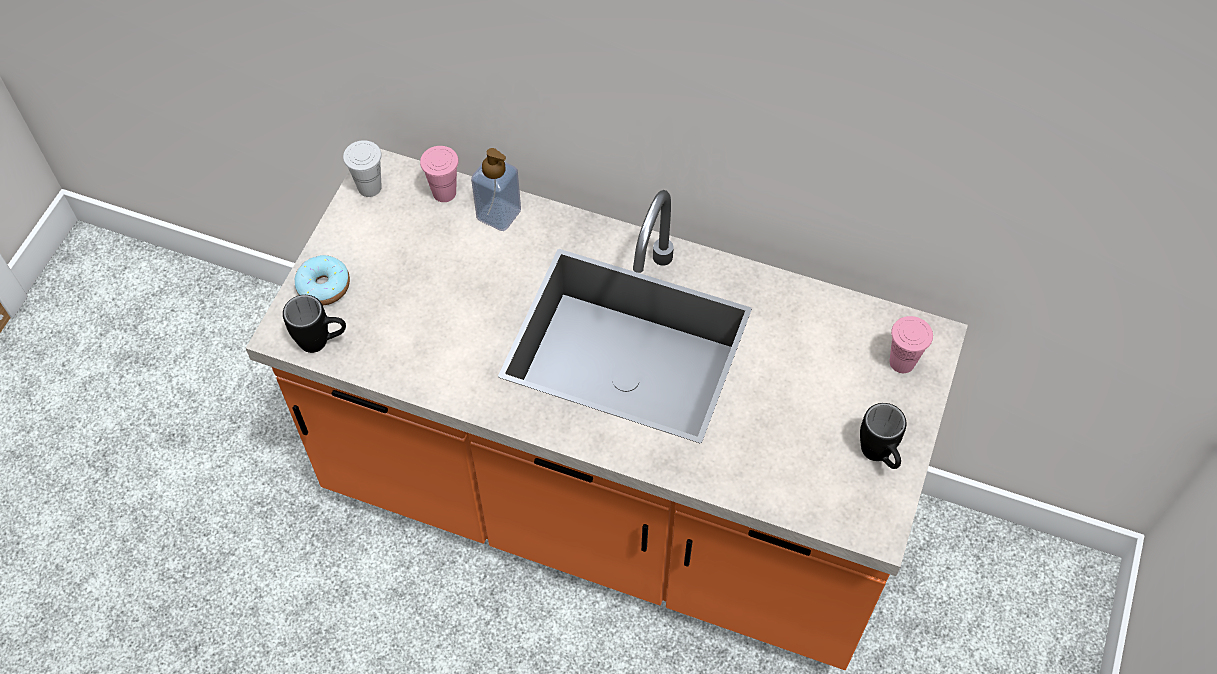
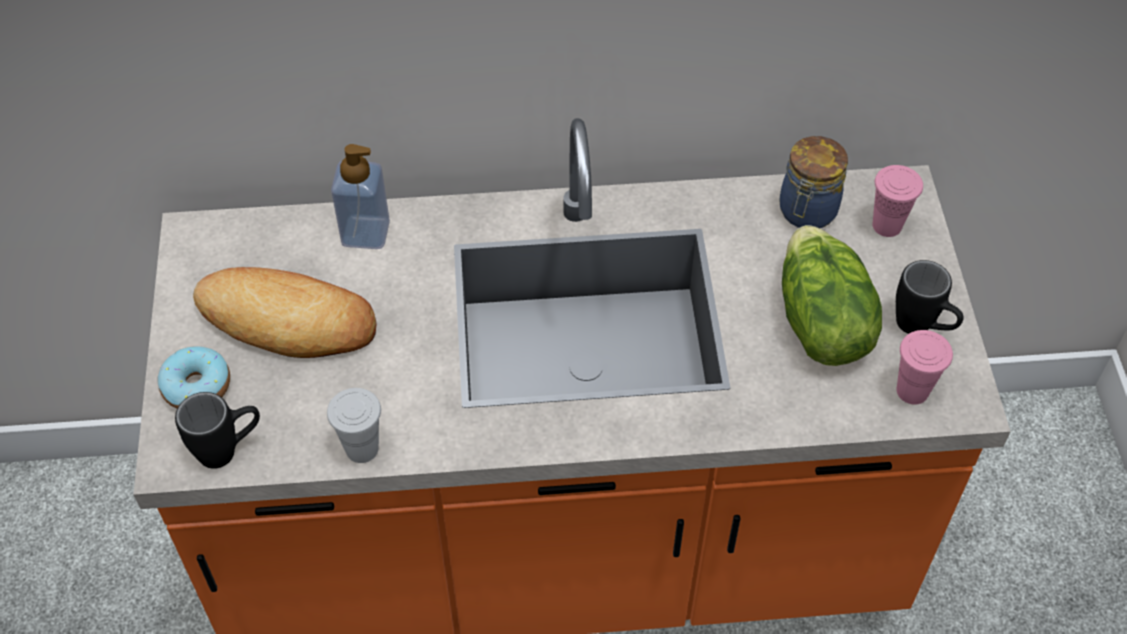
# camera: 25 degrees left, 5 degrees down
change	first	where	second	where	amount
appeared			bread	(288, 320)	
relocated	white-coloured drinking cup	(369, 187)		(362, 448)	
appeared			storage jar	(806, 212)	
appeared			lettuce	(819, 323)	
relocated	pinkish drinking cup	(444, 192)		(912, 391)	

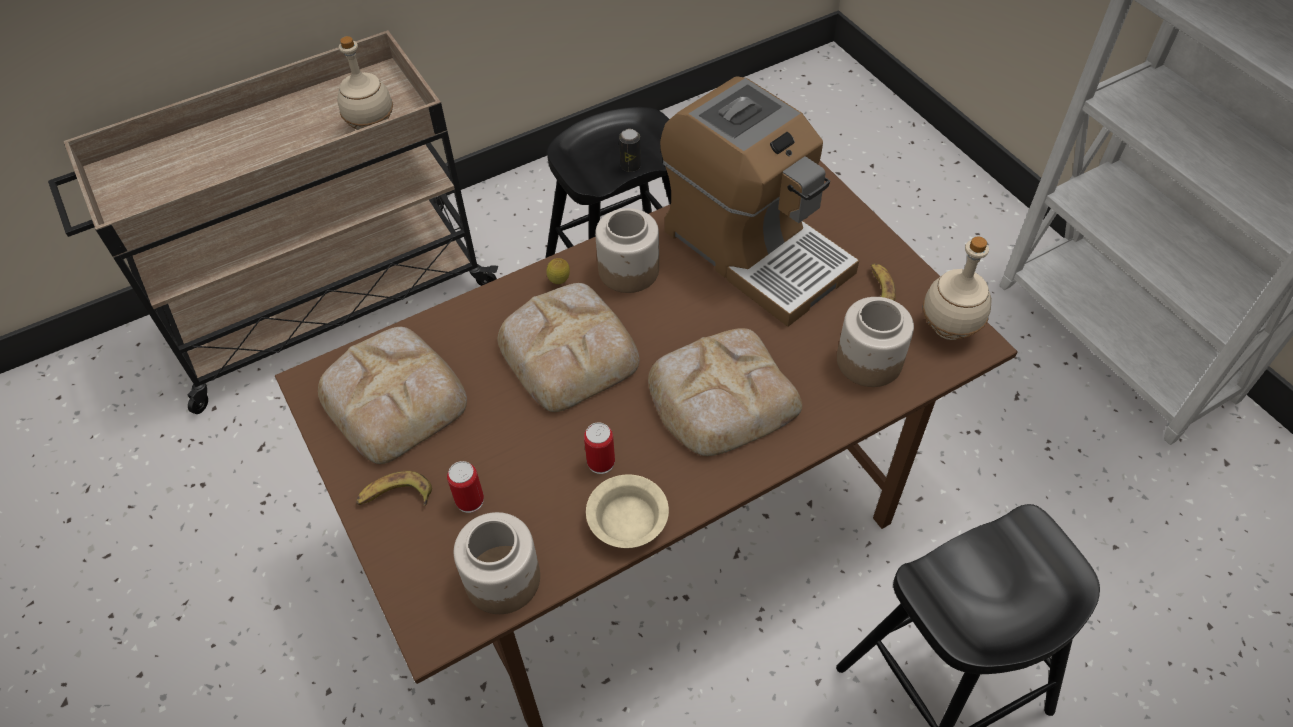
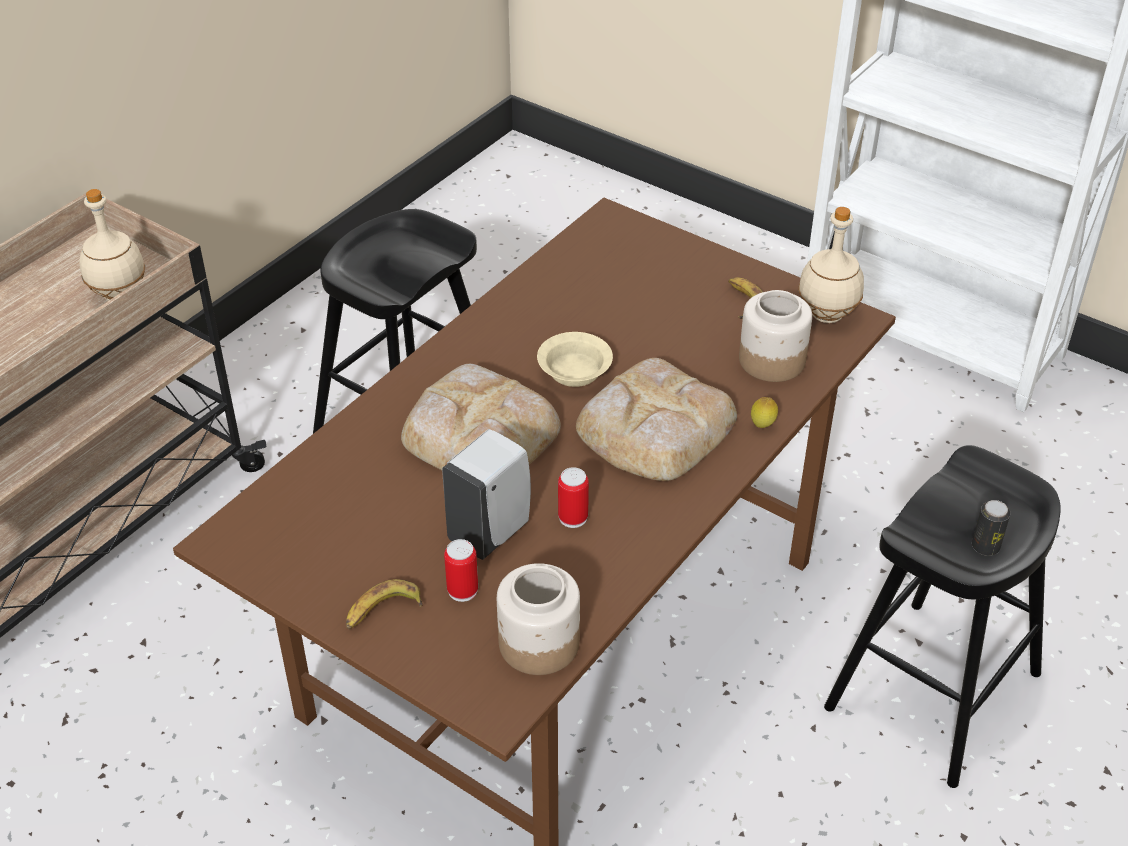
# camera: 25 degrees left, 10 degrees down
change	first	where	second	where	amount
appeared			white-coloured soap dispenser	(491, 531)	
relocated	beige-coloured serving bowl	(626, 521)		(573, 372)	
relocated	lemon	(559, 282)		(762, 426)	
relocated	sealed can	(630, 166)		(985, 546)	
missing	bread	(394, 397)			
missing	storage jar	(629, 270)			
missing	coffee maker	(754, 249)			

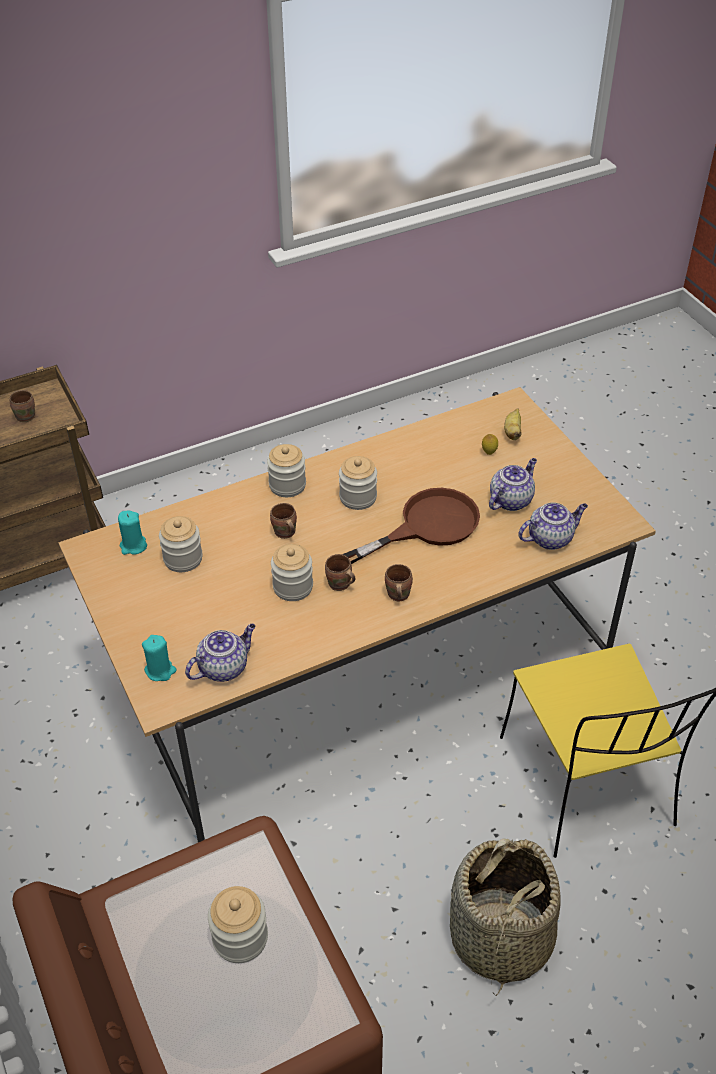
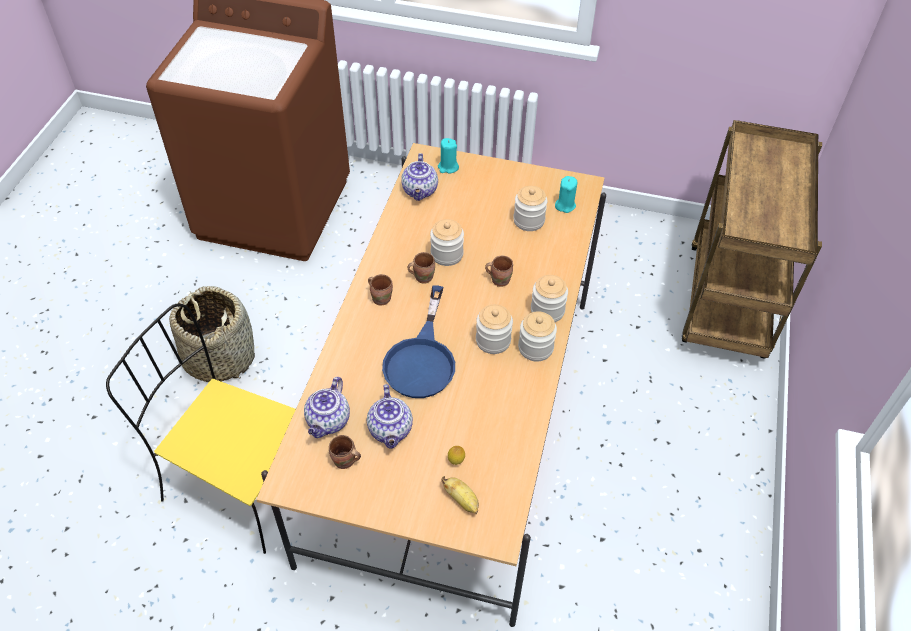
# camera: 130 degrees right, 5 degrees up
change	first	where	second	where	amount
relocated	brown-coloured tea mug	(26, 416)		(345, 462)	
colour	brown-coloured skillet	(427, 526)	blue skillet	(422, 358)	
relocated	storage jar	(240, 938)		(535, 348)	

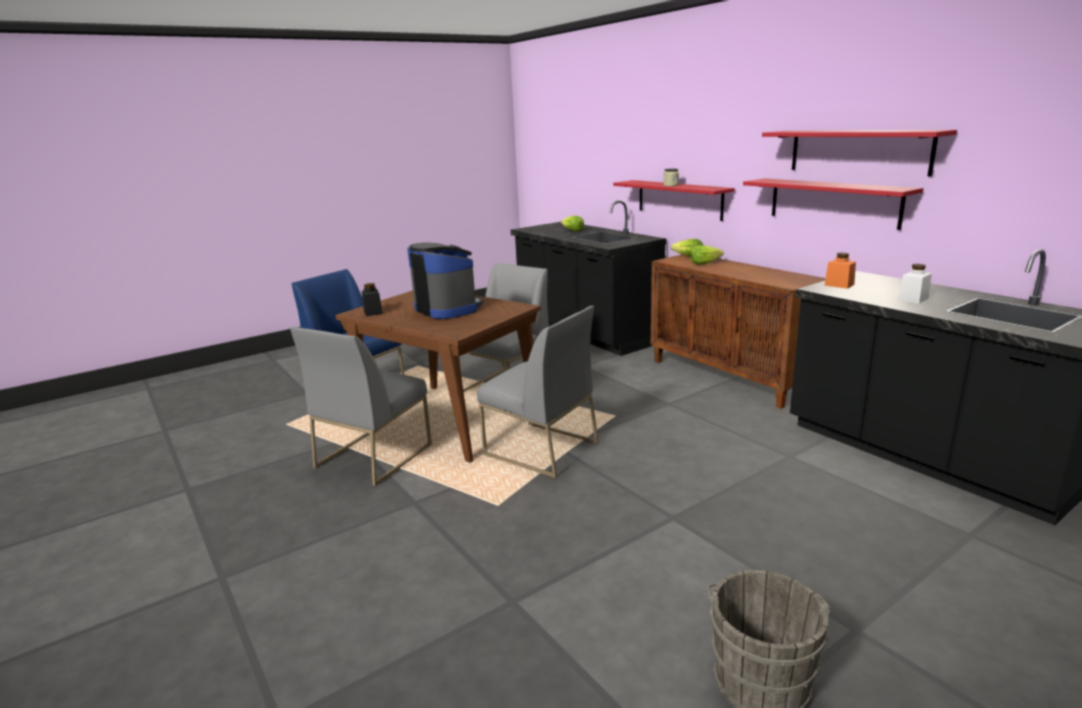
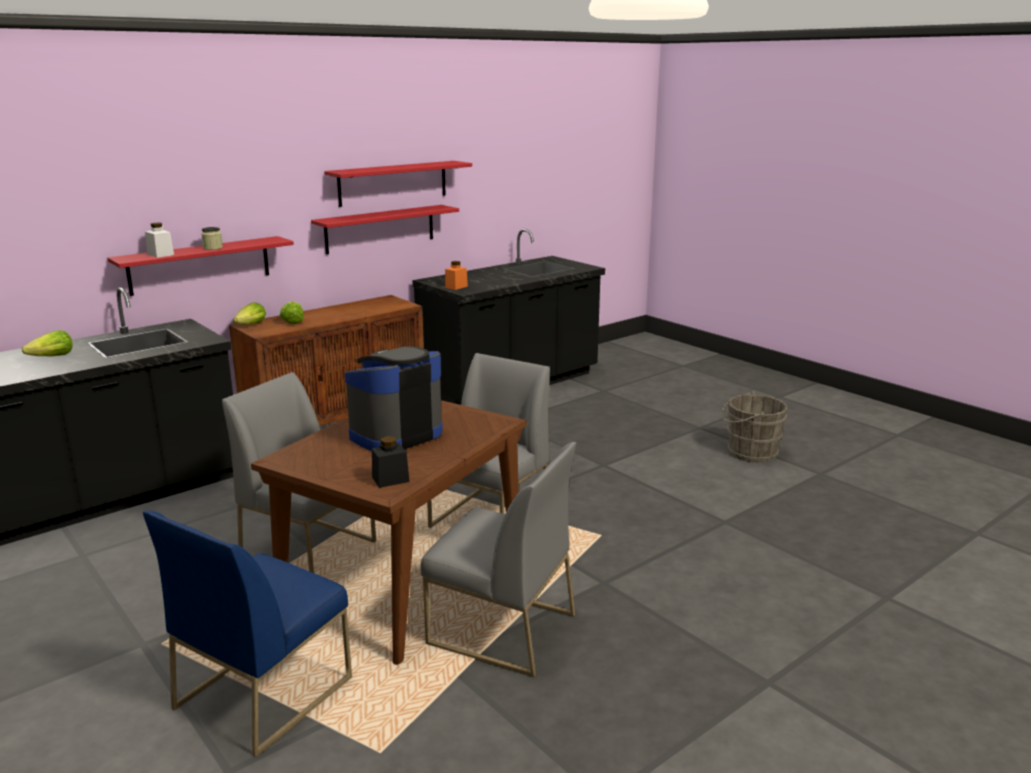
# camera: 95 degrees left, 0 degrees up
change	first	where	second	where	amount
relocated	white-coloured storage jar	(913, 299)		(160, 254)	

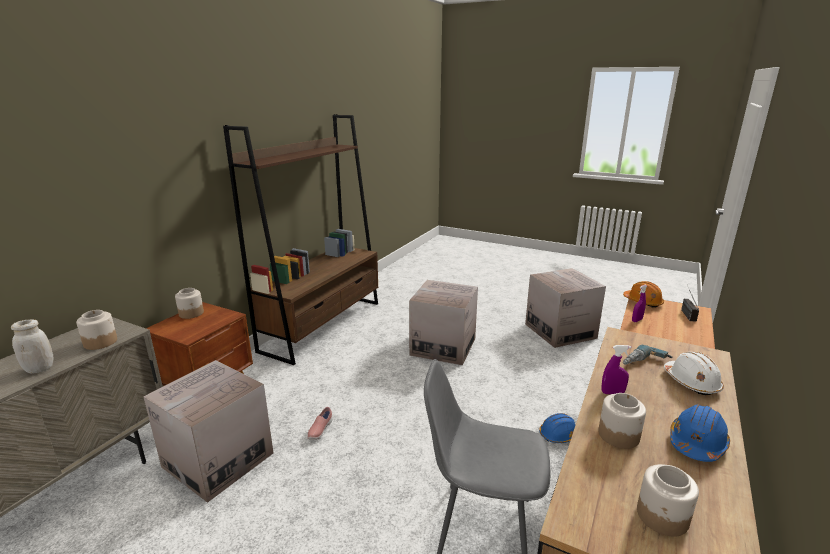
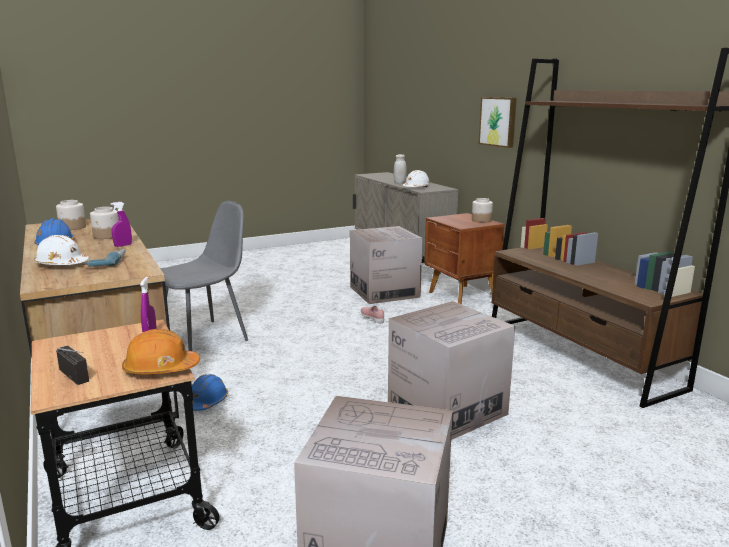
# camera: 125 degrees right, 5 degrees down
change	first	where	second	where	amount
exchanged	storage jar	(100, 342)	white-coloured hard hat	(416, 187)	
appeared			wall art	(499, 121)	

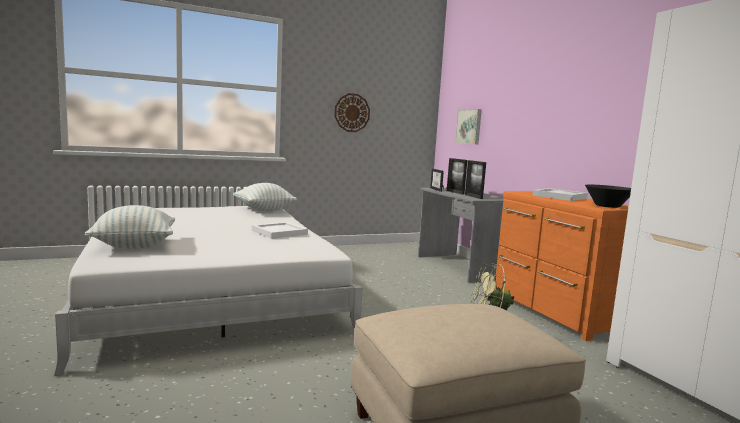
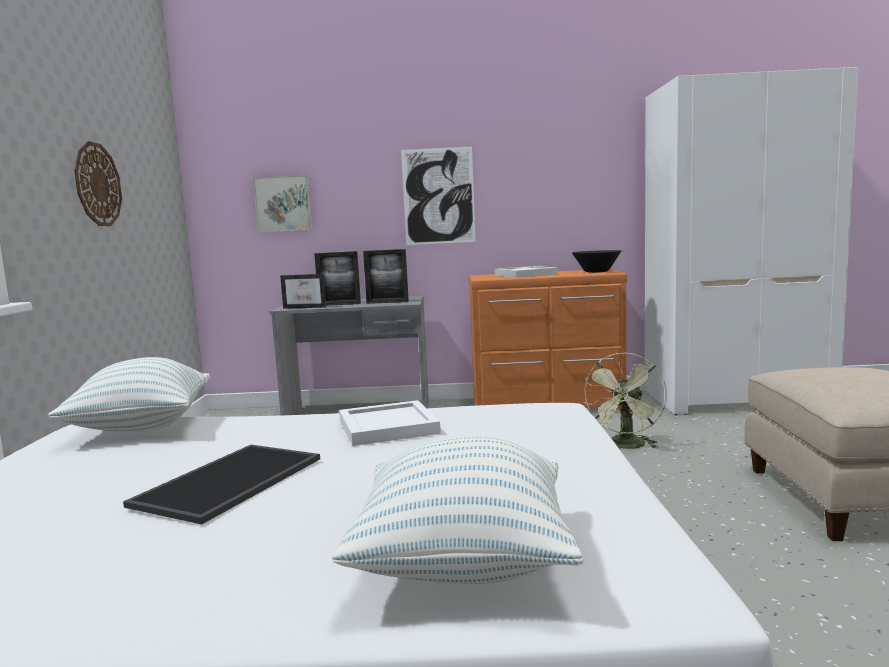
# camera: 65 degrees left, 0 degrees up
change	first	where	second	where	amount
appeared			tray	(230, 482)	
appeared			wall art	(438, 196)	

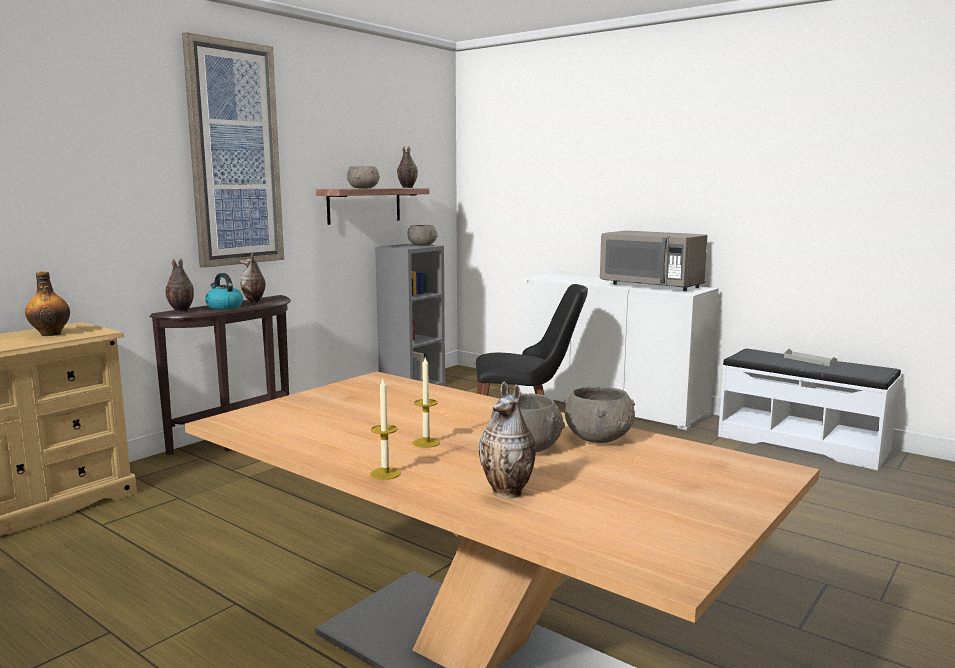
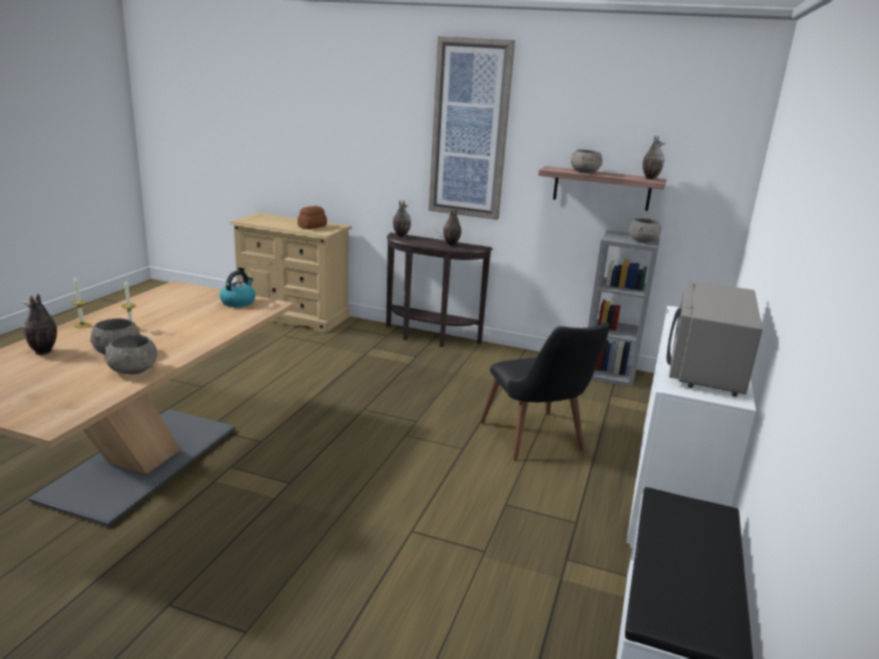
# camera: 70 degrees right, 10 degrees up
change	first	where	second	where	amount
relocated	tea kettle	(224, 307)		(238, 302)	
exchanged	drink bottle	(50, 334)	bread	(312, 226)	
missing	greyish tray	(809, 360)			

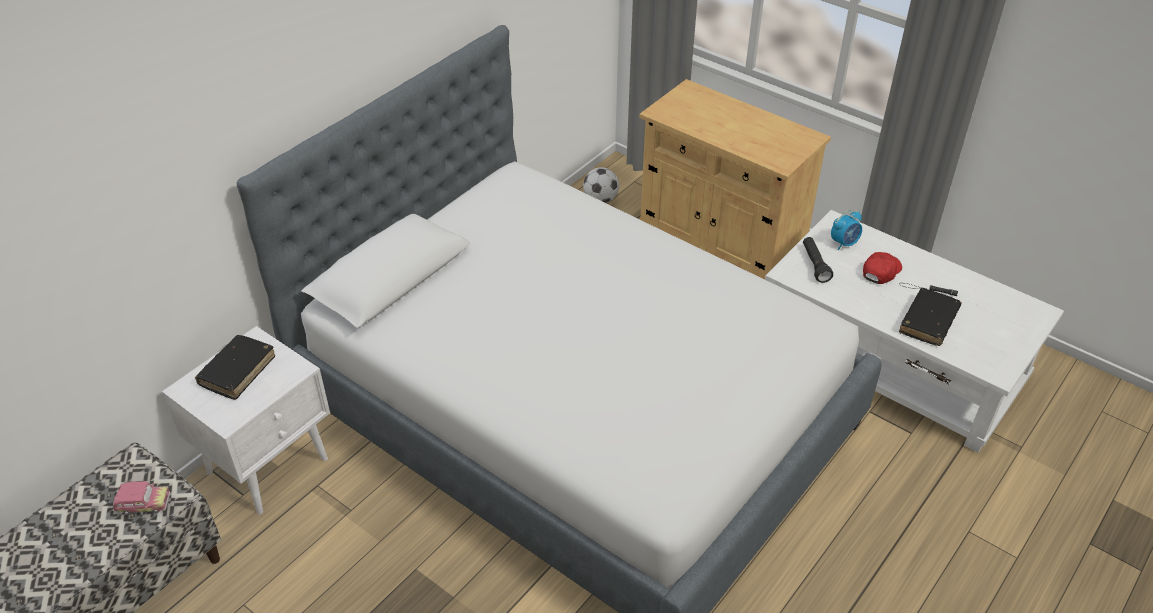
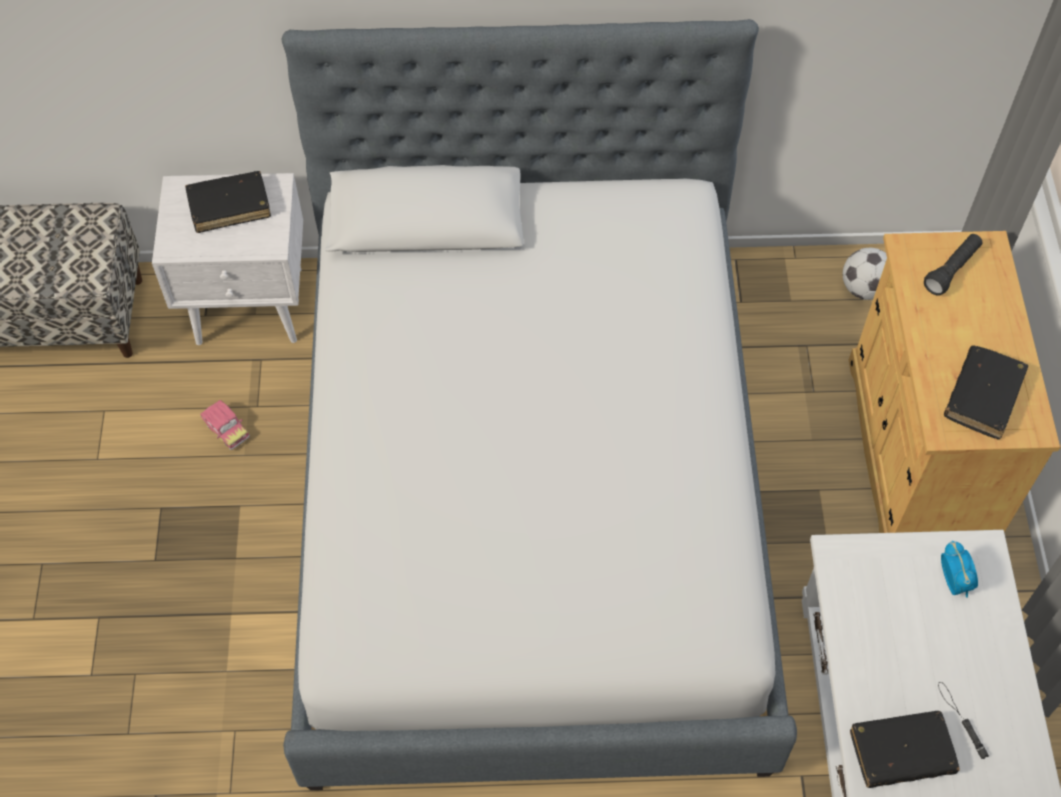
# camera: 50 degrees right, 15 degrees up
change	first	where	second	where	amount
relocated	model car	(143, 505)		(226, 429)	
relocated	blackish torch	(814, 265)		(951, 270)	
spun	table clock	(844, 243)		(953, 581)	120 degrees counterclockwise
appeared			blackish bound book	(982, 397)	
missing	reddish cap	(881, 271)			

